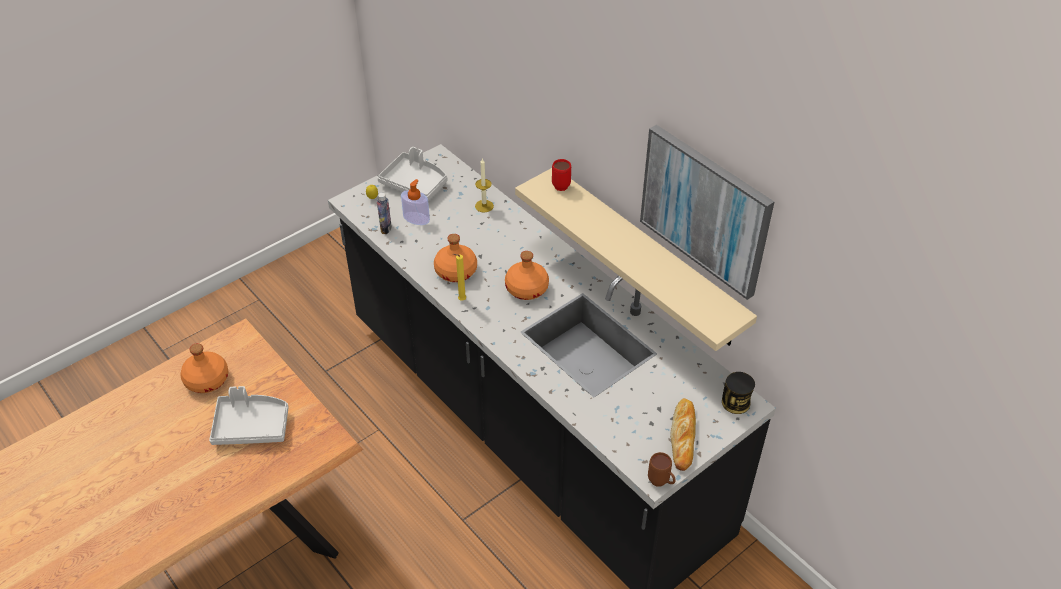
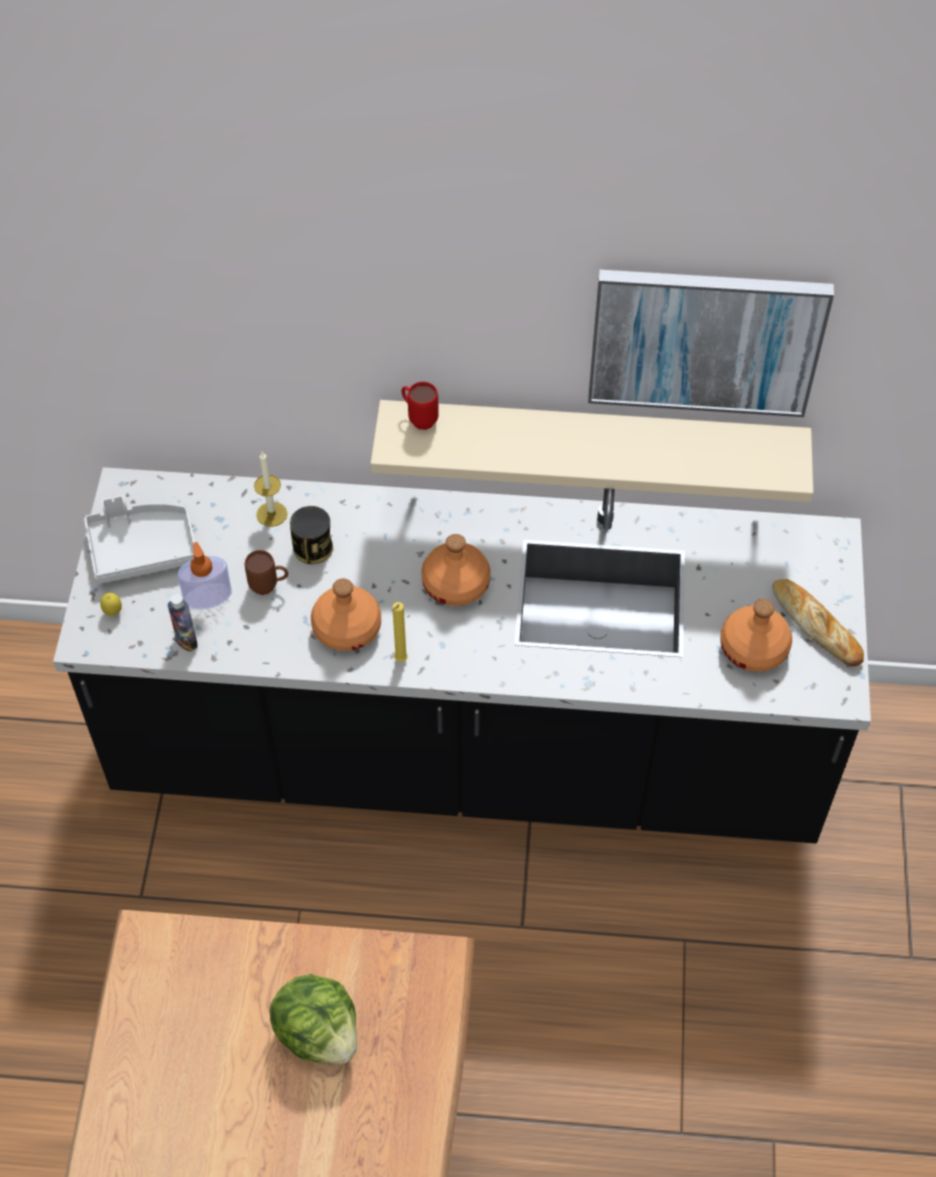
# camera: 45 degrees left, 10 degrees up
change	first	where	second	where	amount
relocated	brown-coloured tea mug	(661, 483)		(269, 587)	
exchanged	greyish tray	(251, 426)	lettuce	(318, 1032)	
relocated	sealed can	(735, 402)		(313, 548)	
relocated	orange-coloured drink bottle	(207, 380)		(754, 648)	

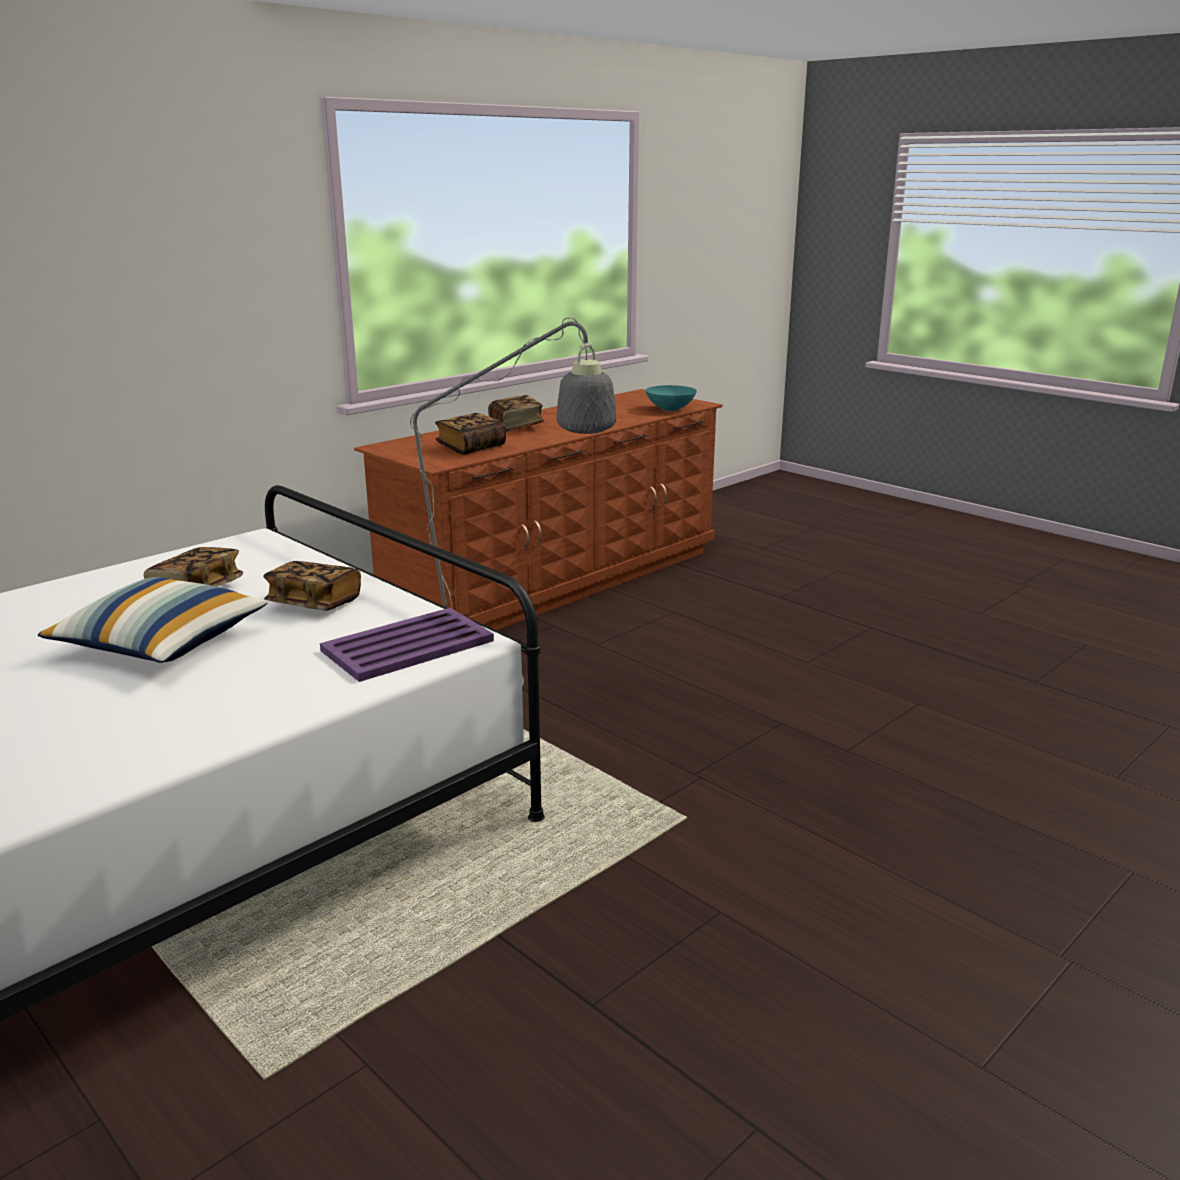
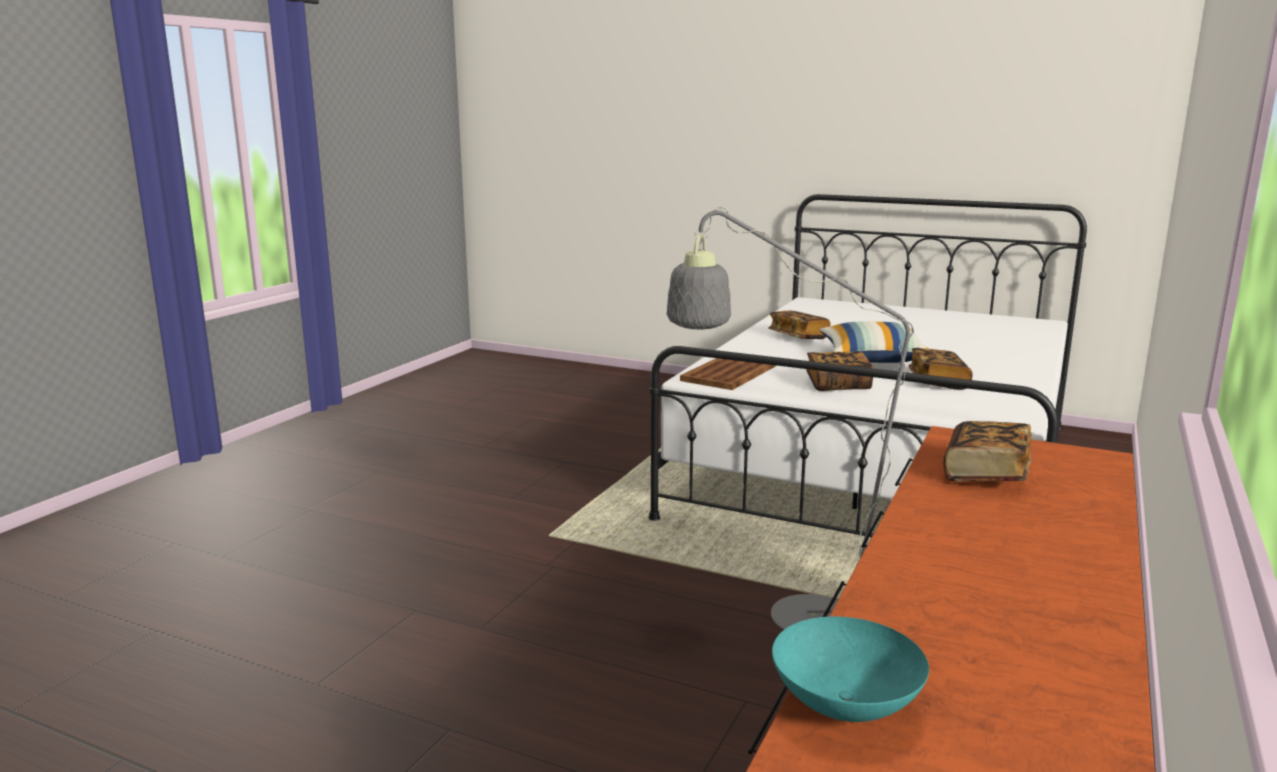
# camera: 160 degrees right, 5 degrees down
change	first	where	second	where	amount
colour	purple tray	(406, 646)	brown-coloured tray	(730, 373)	
relocated	bound book	(516, 426)		(798, 337)	

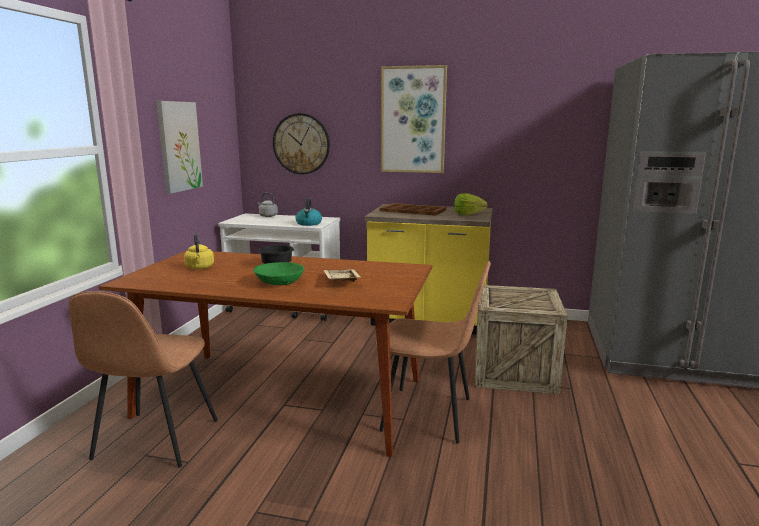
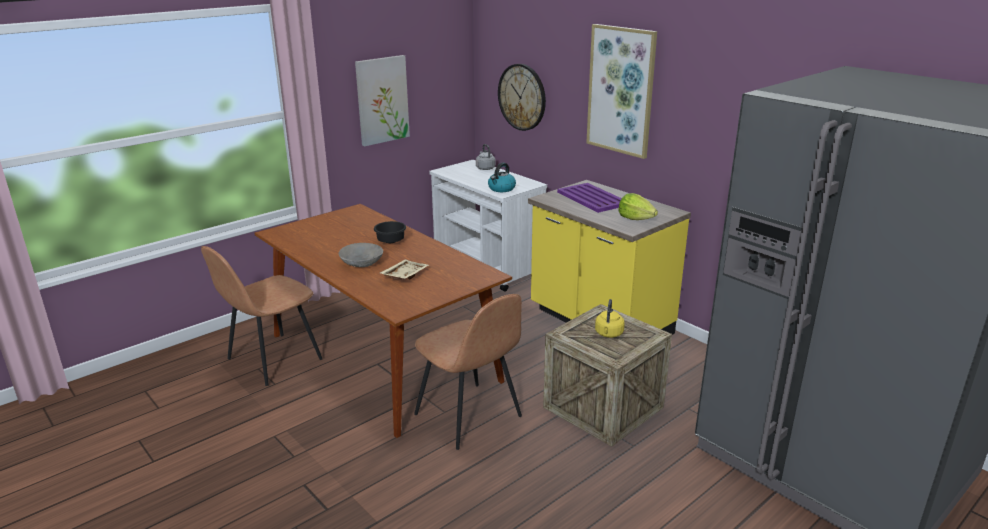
# camera: 35 degrees right, 10 degrees up
change	first	where	second	where	amount
colour	greenish serving bowl	(279, 282)	greyish serving bowl	(361, 263)	
colour	brown-coloured tray	(413, 210)	purple tray	(592, 199)	
relocated	yellow-coloured tea kettle	(200, 268)		(608, 334)	

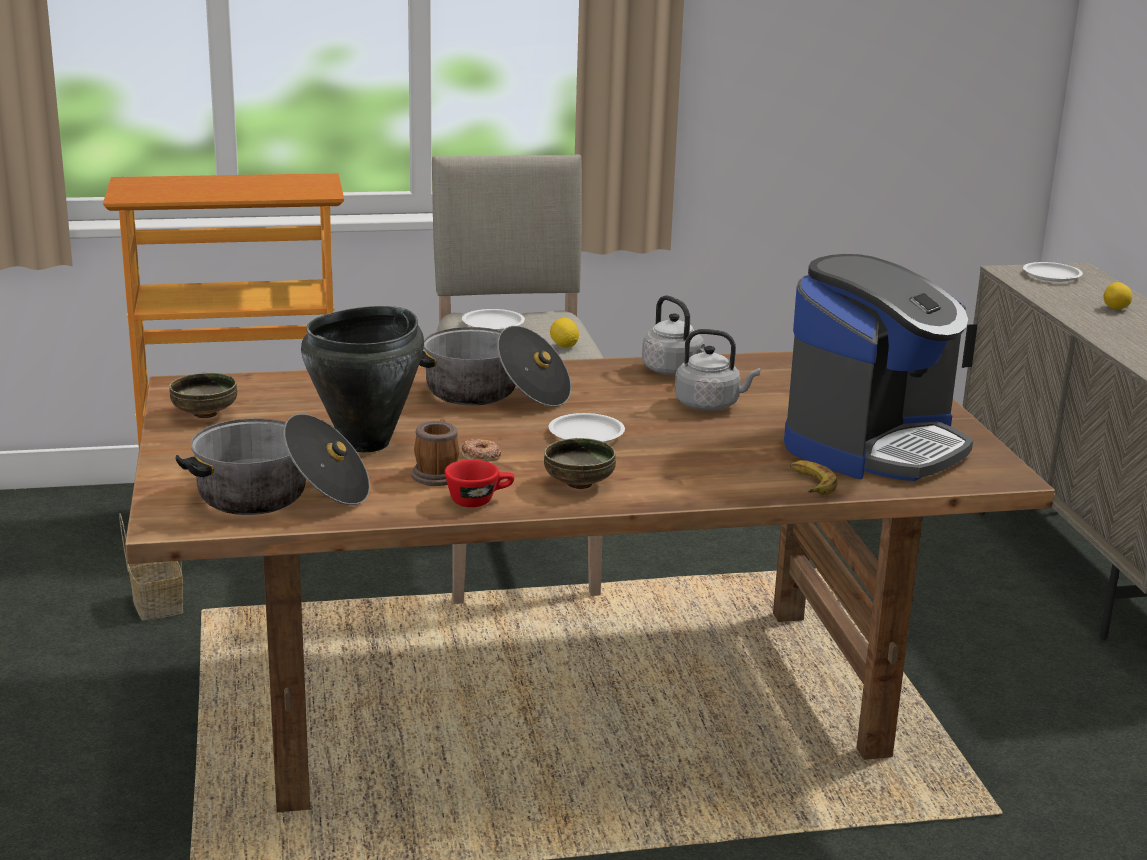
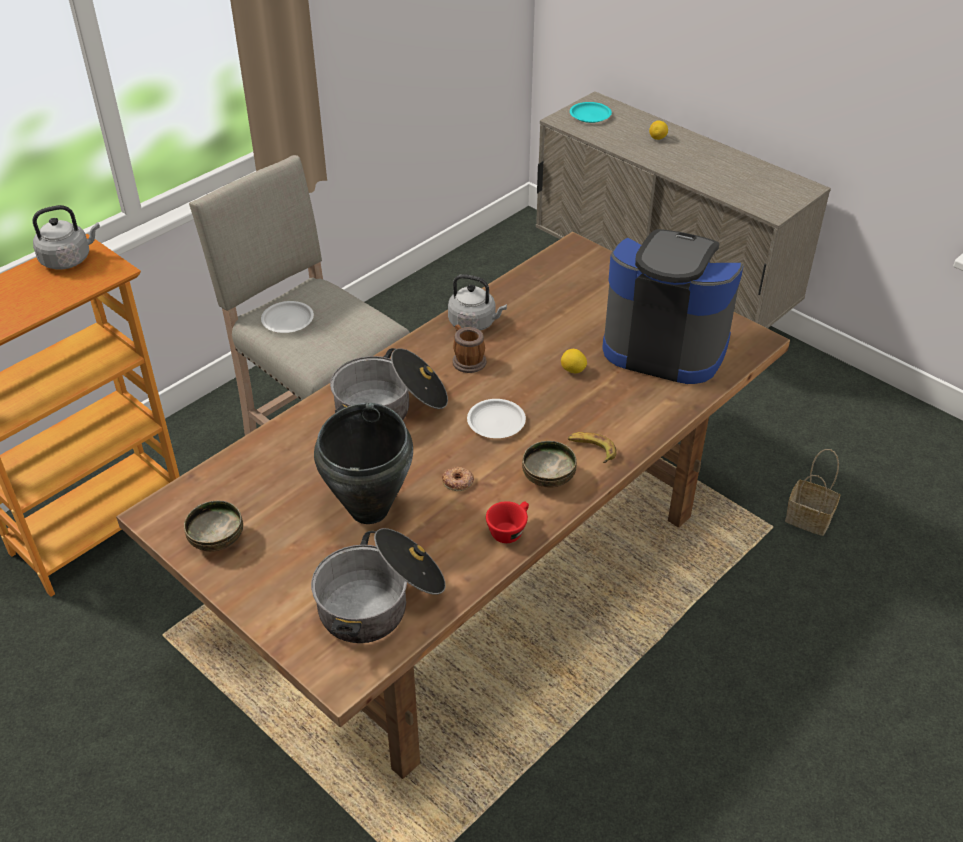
# camera: 35 degrees left, 20 degrees up
change	first	where	second	where	amount
relocated	greyish tea kettle	(710, 405)		(69, 259)	
relocated	tea mug	(437, 473)		(467, 360)	
relocated	lemon	(564, 346)		(573, 370)	
relocated	whole banana	(810, 483)		(591, 449)	
colour	white-coloured flat dish	(1051, 275)	turquoise flat dish	(590, 115)	
spun	coffee maker	(874, 446)		(664, 345)	75 degrees counterclockwise
relocated	household basket	(156, 604)		(806, 519)	

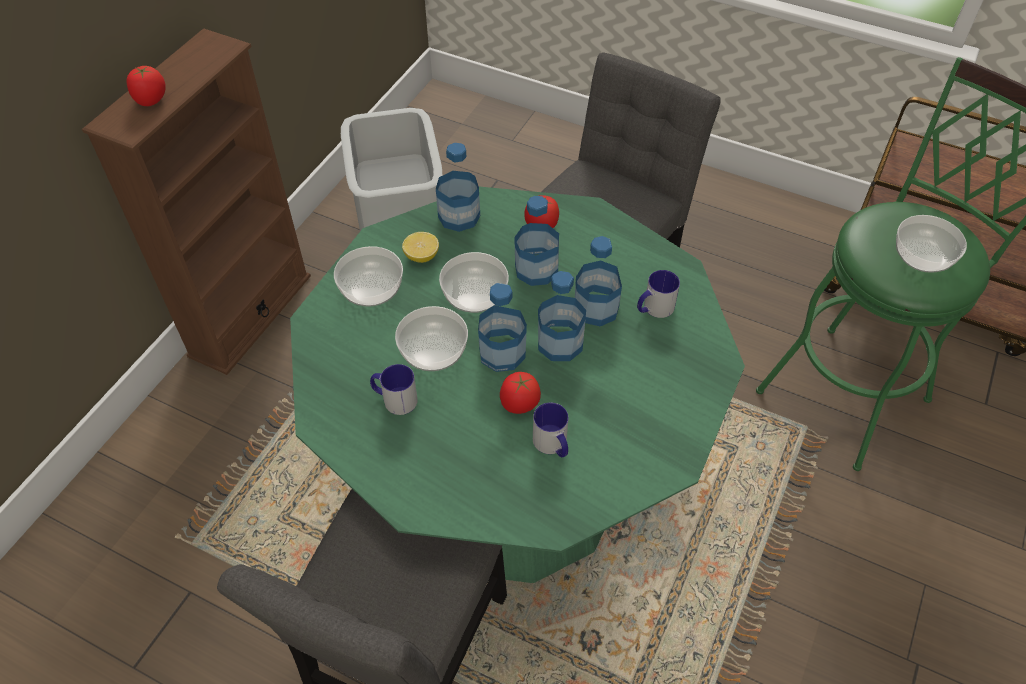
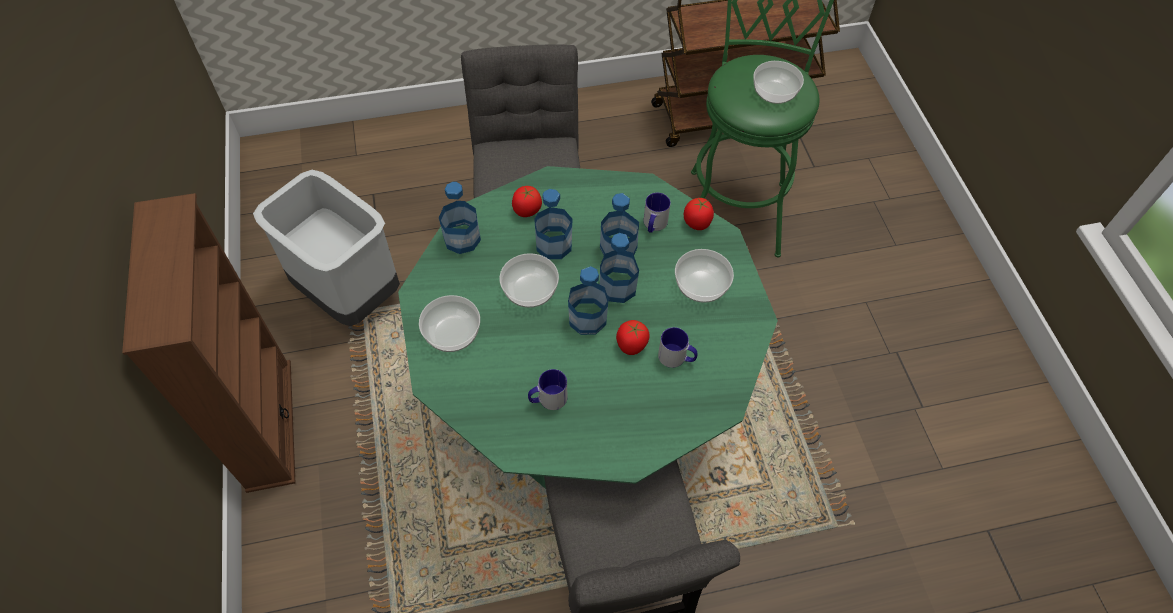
# camera: 40 degrees left, 5 degrees up
change	first	where	second	where	amount
relocated	serving bowl	(434, 352)		(702, 285)	
relocated	fresh tomato	(151, 100)		(697, 223)	
missing	lemon	(422, 256)			

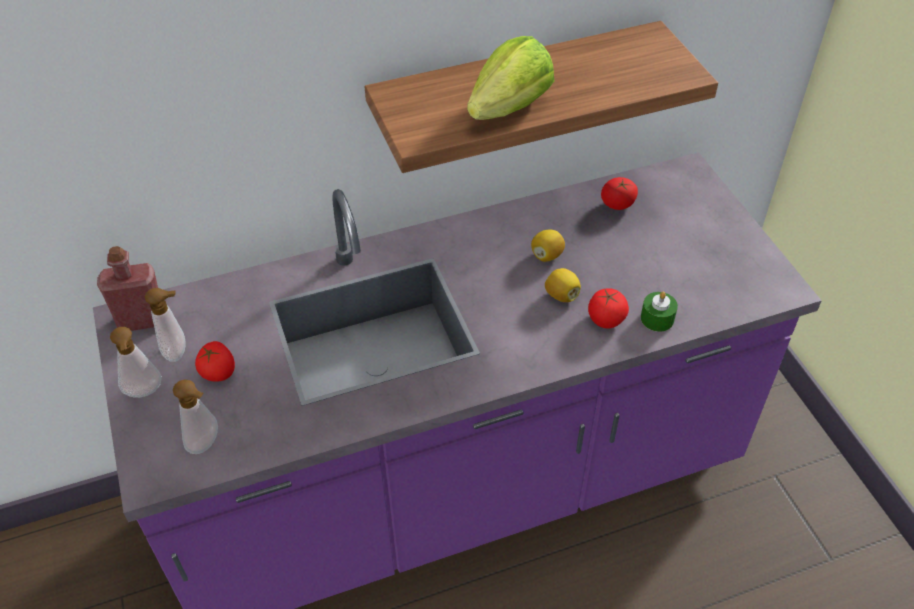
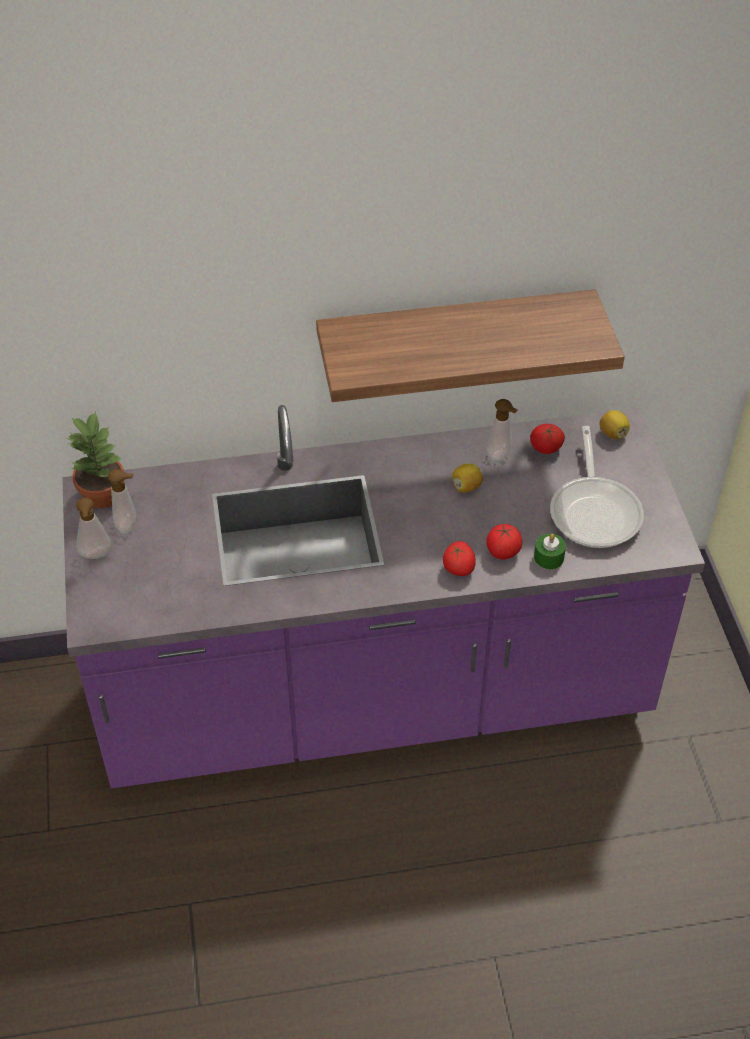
# camera: 10 degrees right, 0 degrees up
change	first	where	second	where	amount
exchanged	reddish drink bottle	(142, 320)	potted plant	(102, 494)	
relocated	fresh tomato	(218, 372)		(458, 568)	
relocated	soap dispenser	(206, 444)		(500, 456)	
appeared			skillet	(595, 510)	
relocated	lemon	(561, 295)		(613, 433)	
missing	lettuce	(510, 107)			

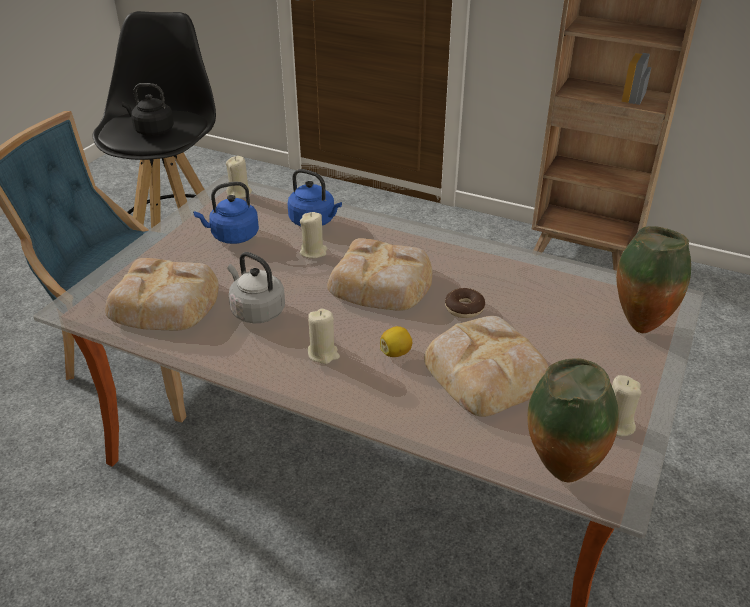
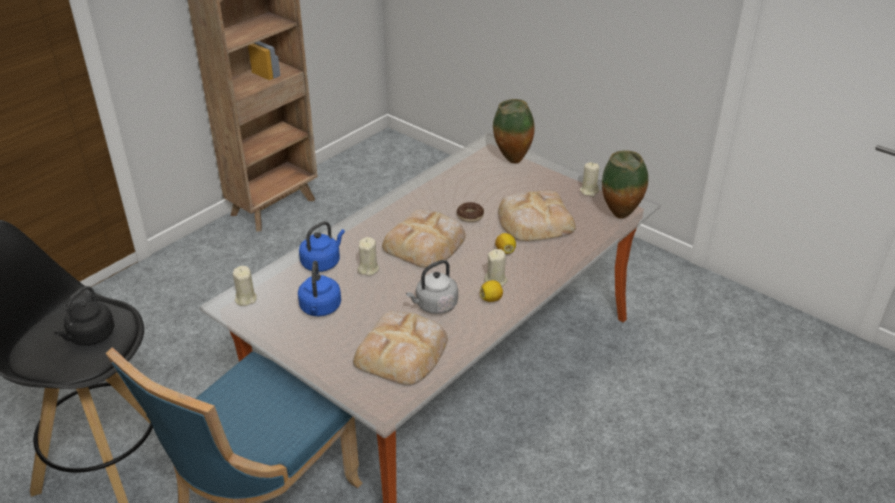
# camera: 75 degrees left, 0 degrees up
change	first	where	second	where	amount
appeared			lemon	(491, 299)	

